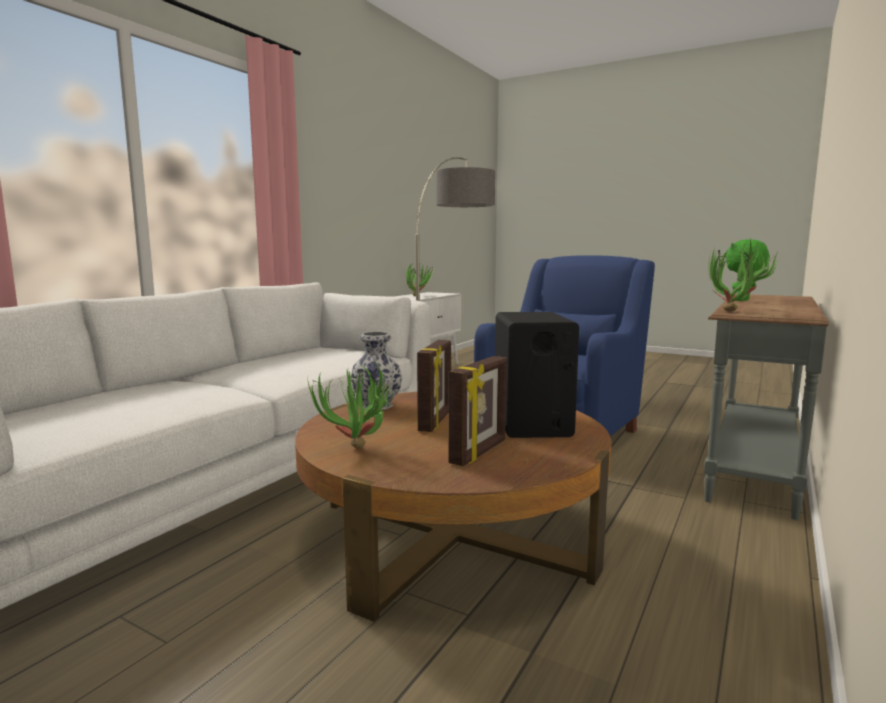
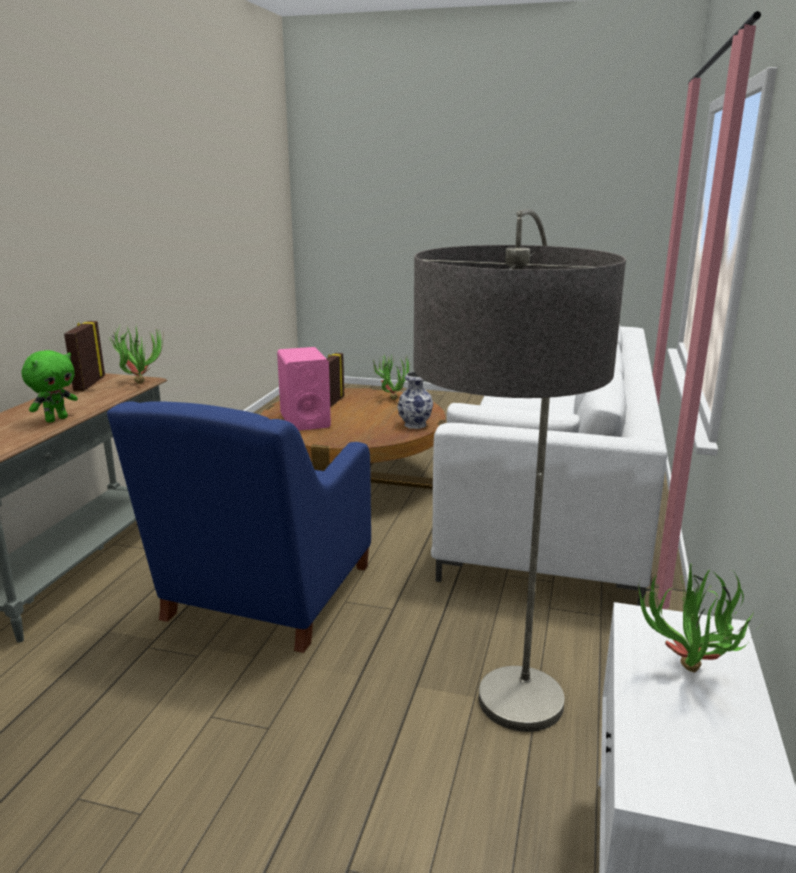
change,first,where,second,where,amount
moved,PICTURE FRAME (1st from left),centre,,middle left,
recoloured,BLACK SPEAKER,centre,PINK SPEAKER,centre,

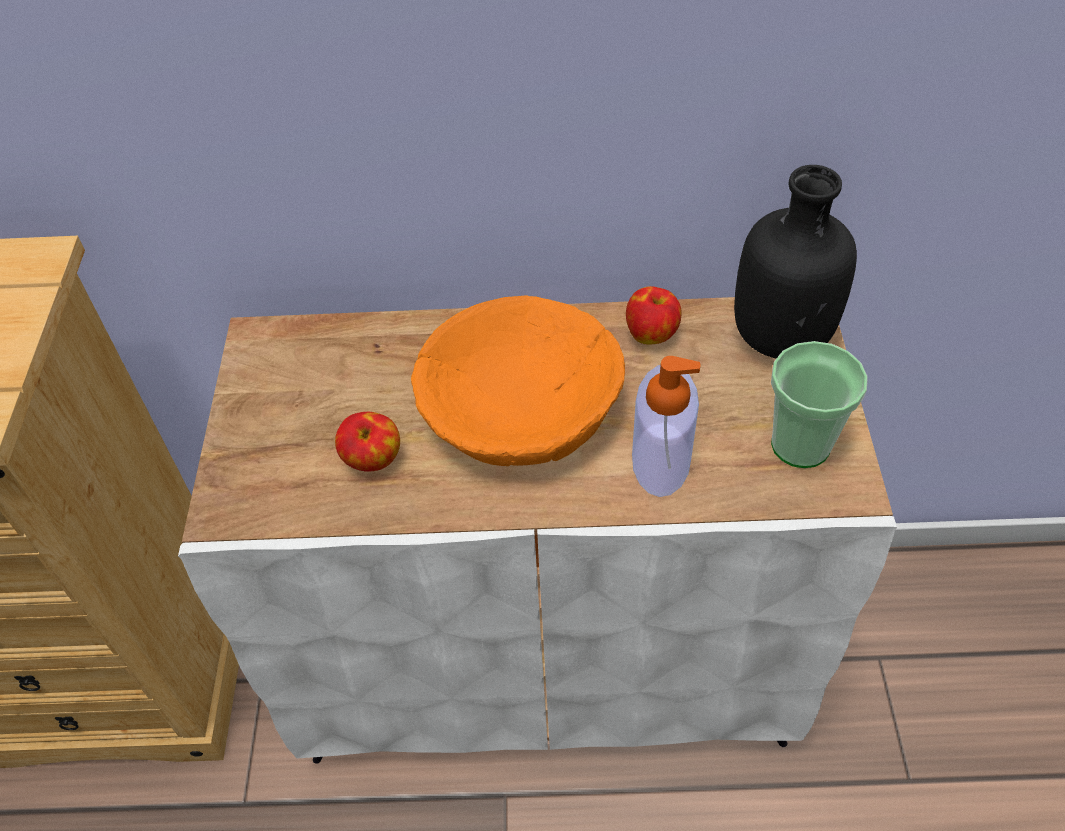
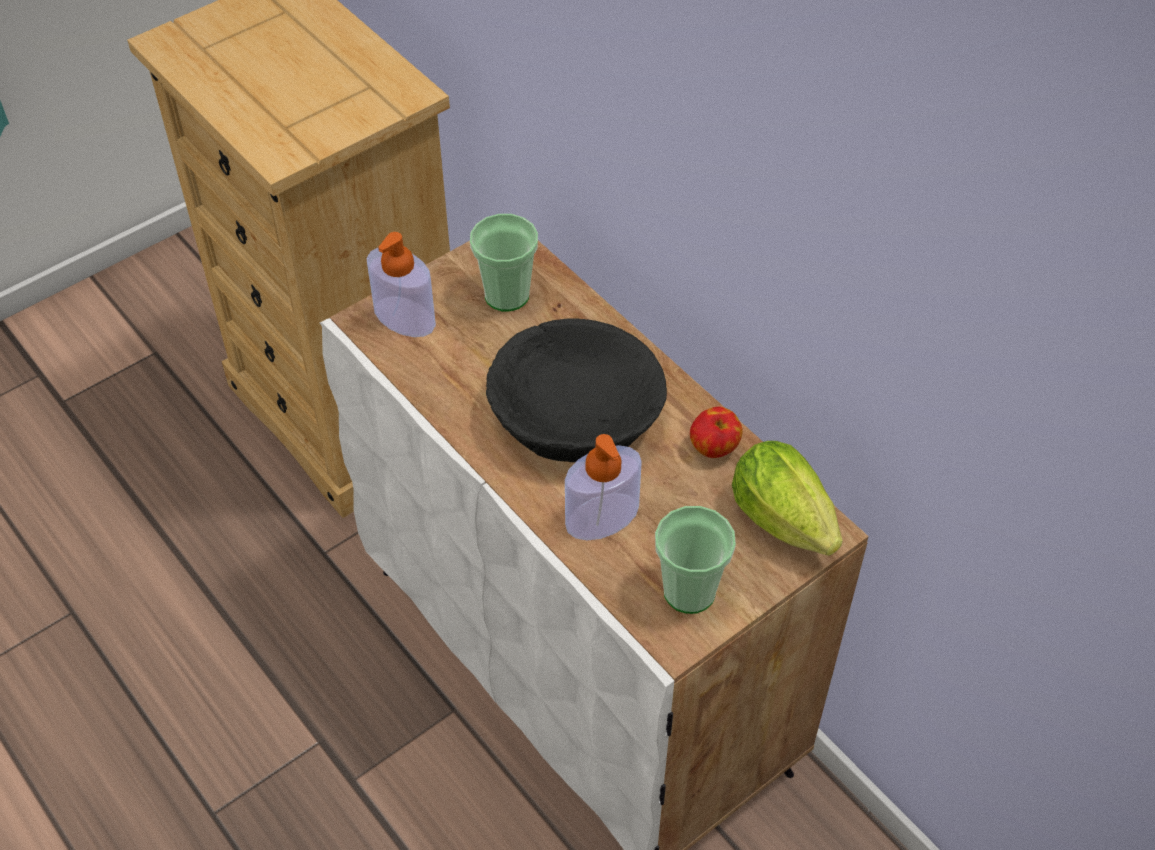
change,first,where,second,where,amount
removed,APPLE (1st from left),centre,,,
added,,,SOAP DISPENSER (1st from left),centre,
added,,,CUP (1st from left),top centre,
replaced,BLACK BOTTLE,top right,LETTUCE,middle right,
recoloured,ORANGE BOWL,centre,BLACK BOWL,centre,

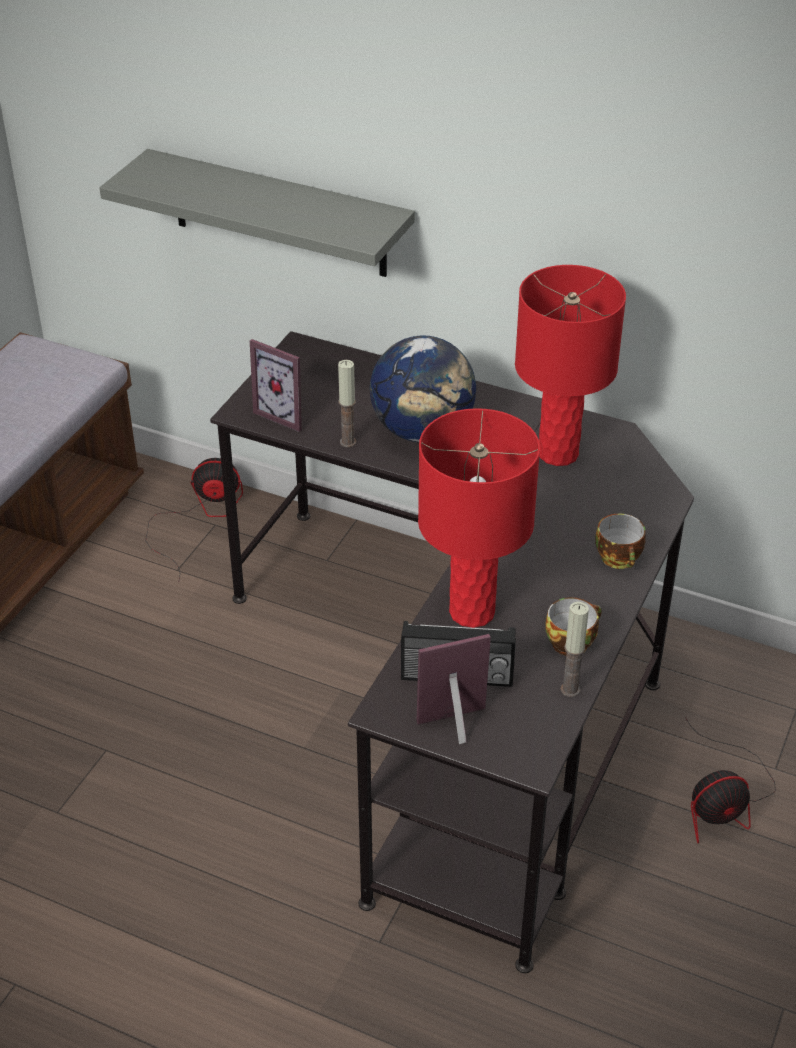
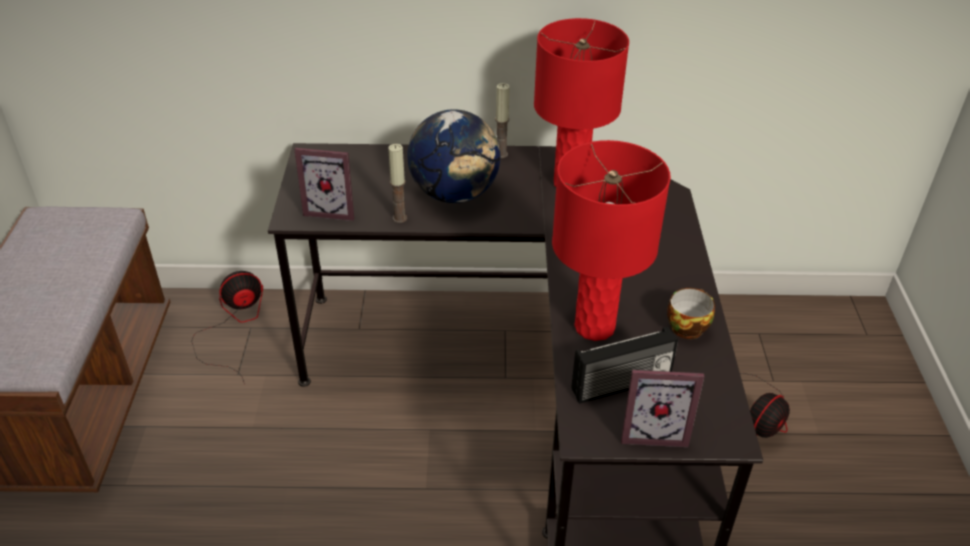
change,first,where,second,where,amount
removed,GREY SHELF,top left,,,
removed,CUP (2nd from left),middle right,,,
moved,CANDLE (2nd from left),middle right,,top centre,
turned,PICTURE FRAME (2nd from left),centre,,bottom right,135 degrees counterclockwise

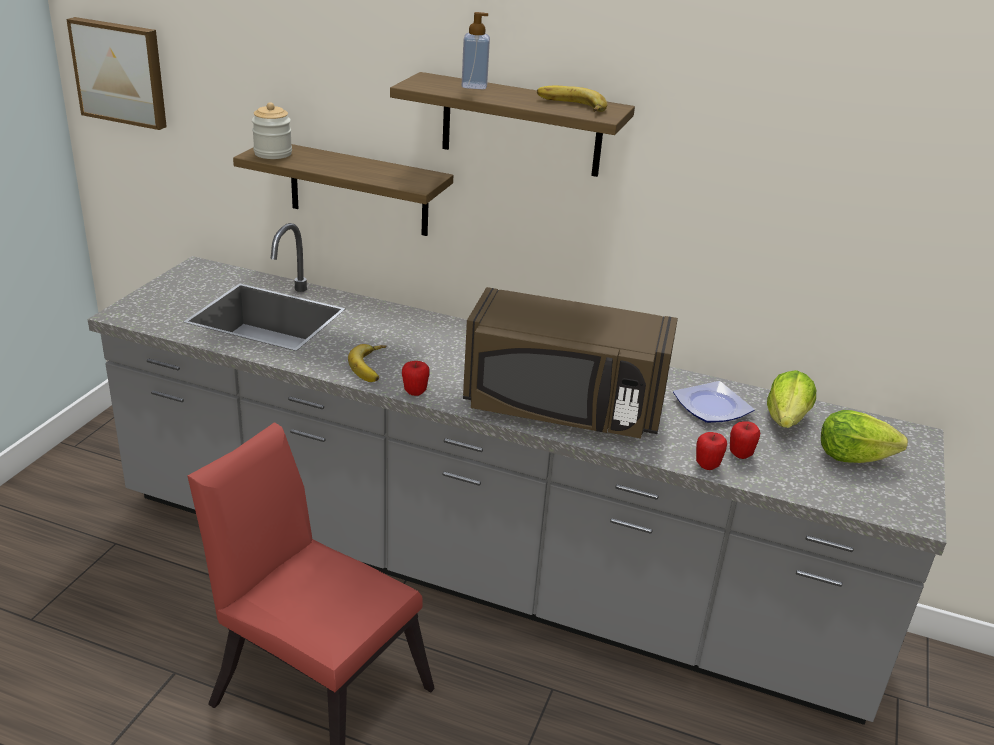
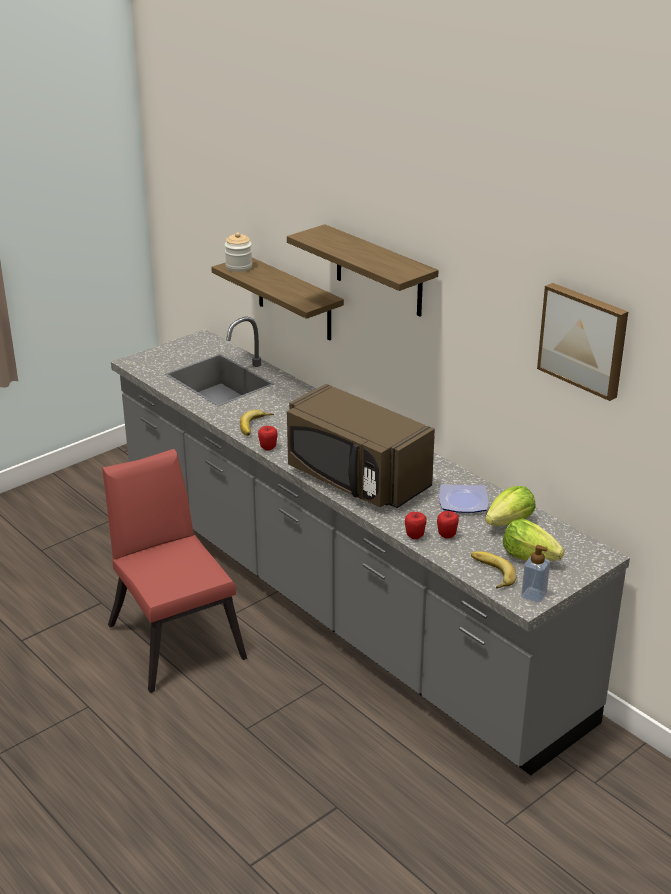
change,first,where,second,where,amount
moved,PICTURE,top left,,middle right,
moved,SOAP DISPENSER,top centre,,middle right,
moved,BANANA (2nd from left),top centre,,middle right,

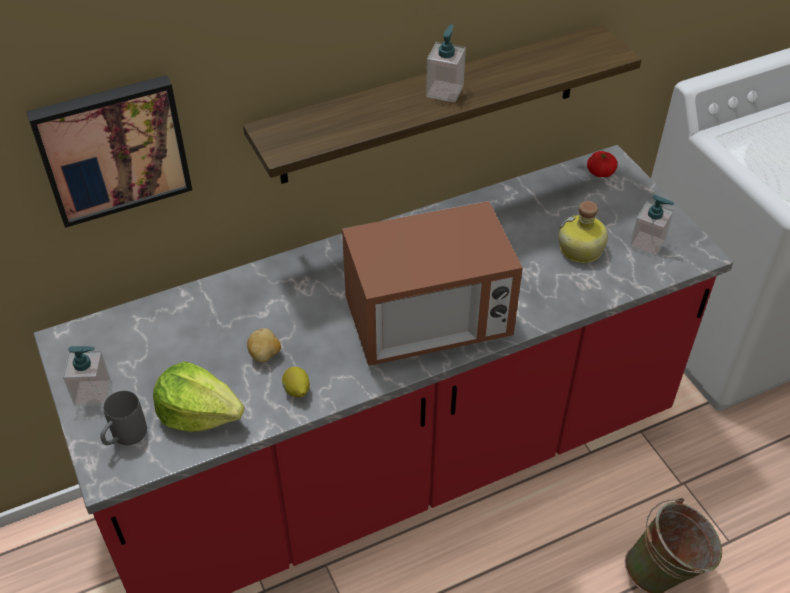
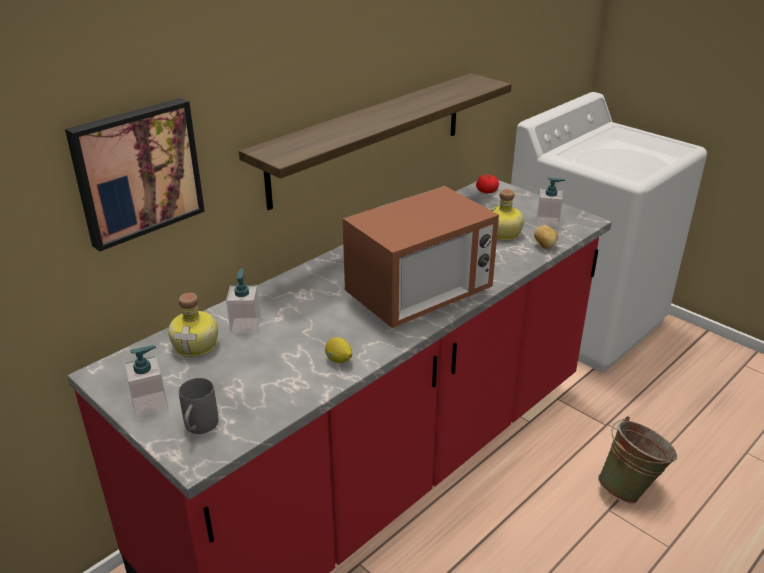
change,first,where,second,where,amount
removed,LETTUCE,bottom left,,,
added,,,BOTTLE (1st from left),middle left,
moved,POTATO,centre,,middle right,
moved,SOAP DISPENSER (2nd from left),top centre,,middle left,

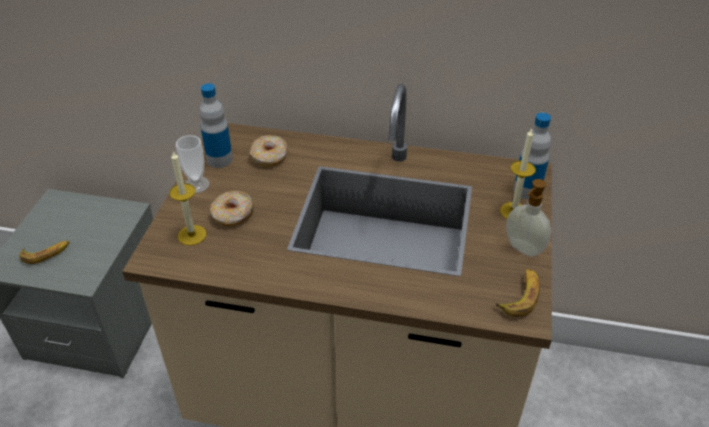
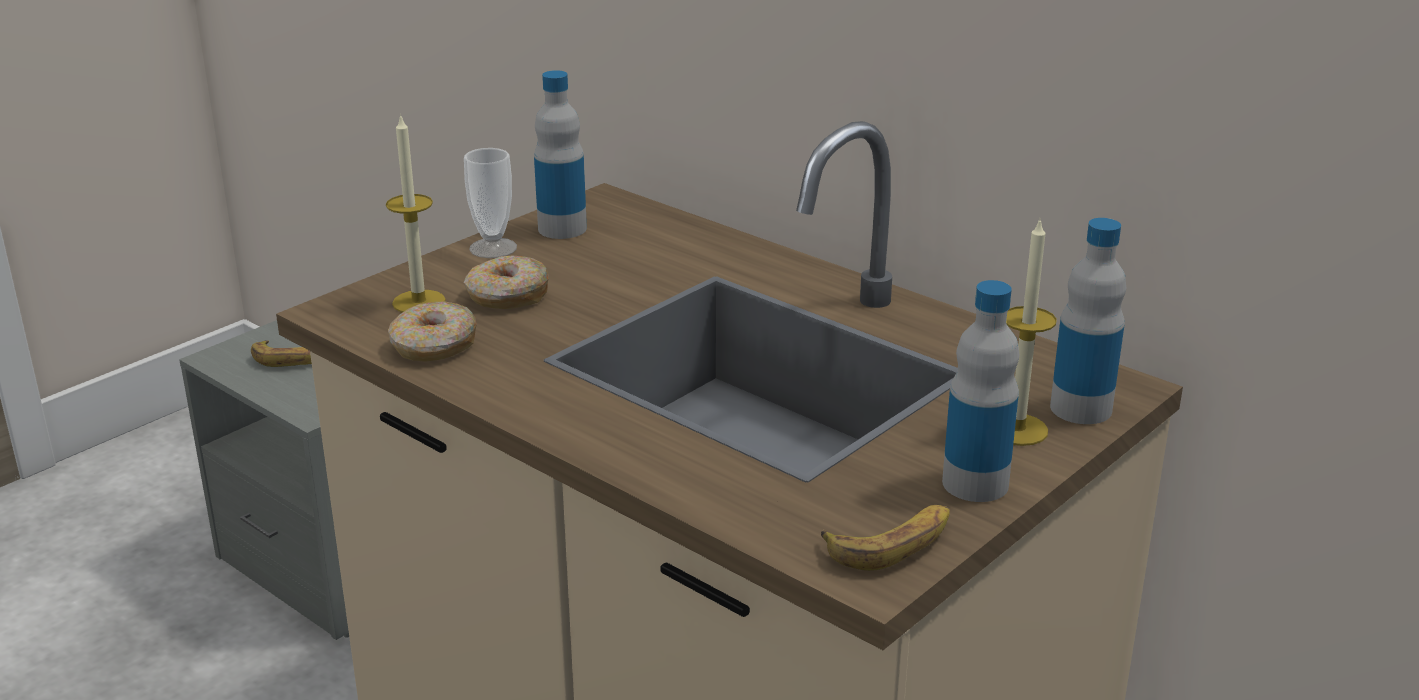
change,first,where,second,where,amount
moved,DONUT (2nd from left in the first image),centre,DONUT (1st from left),middle left,
replaced,SOAP DISPENSER,middle right,BOTTLE (2nd from left),middle right,

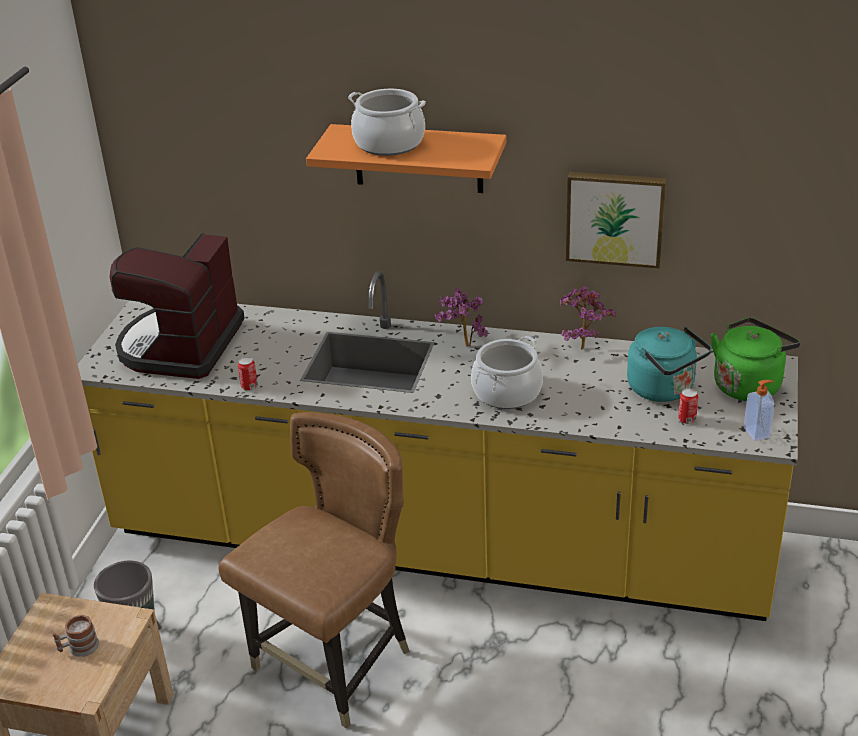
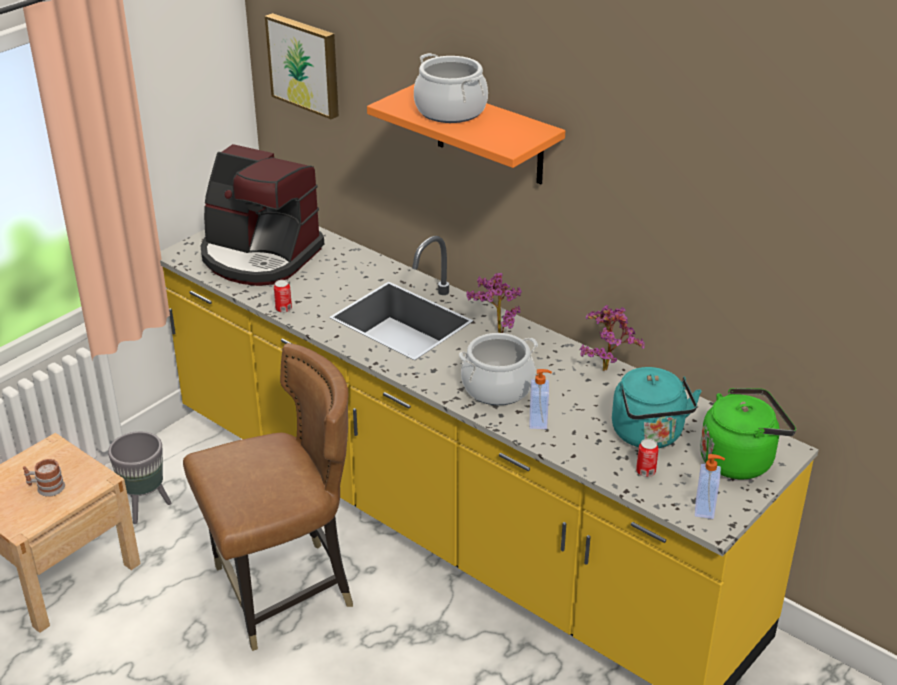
change,first,where,second,where,amount
added,,,SOAP DISPENSER (1st from left),centre,
moved,PICTURE,top right,,top centre,
turned,COFFEE MACHINE,middle left,,top left,105 degrees counterclockwise

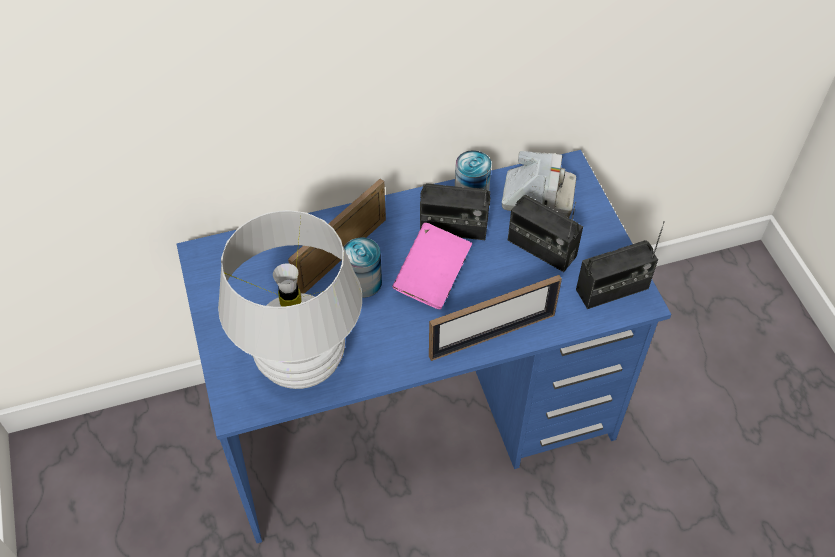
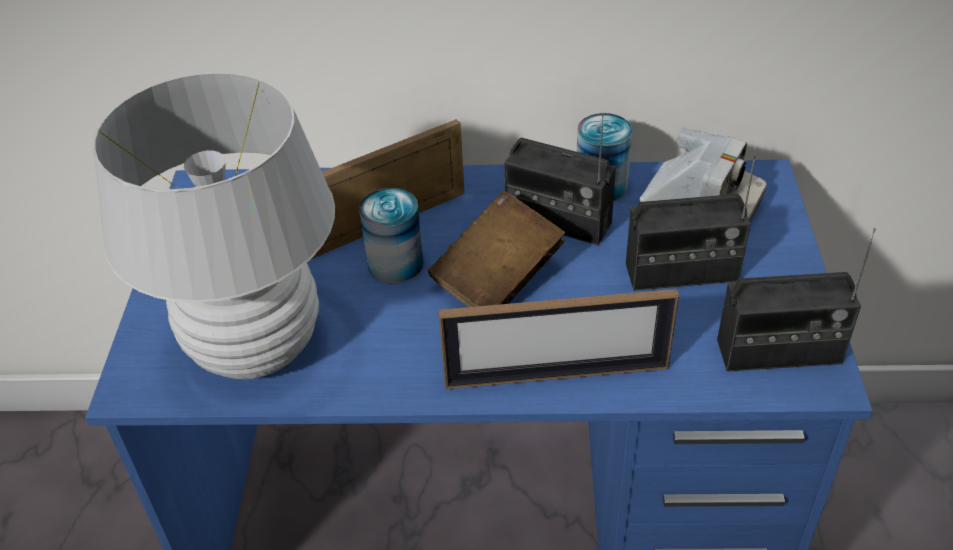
change,first,where,second,where,amount
recoloured,PINK BOOK,centre,BROWN BOOK,centre,
turned,RADIO (2nd from left),centre,,middle right,60 degrees counterclockwise

